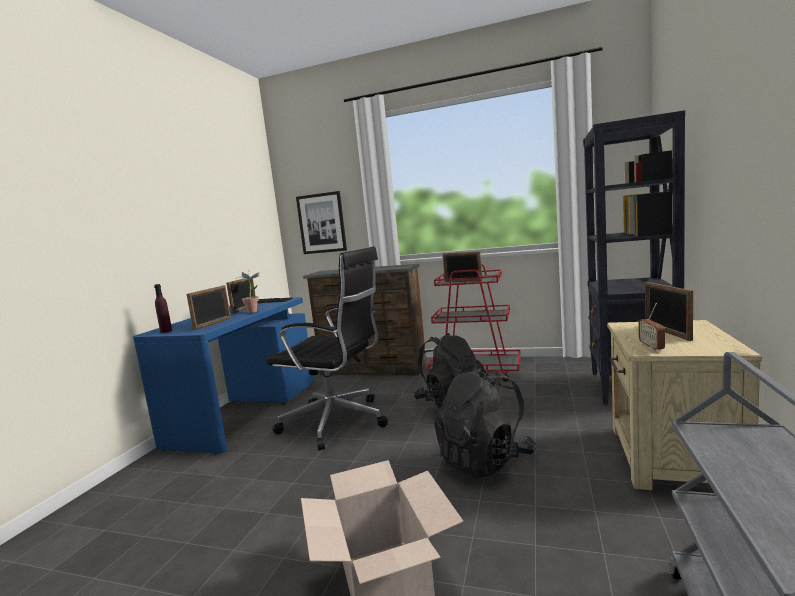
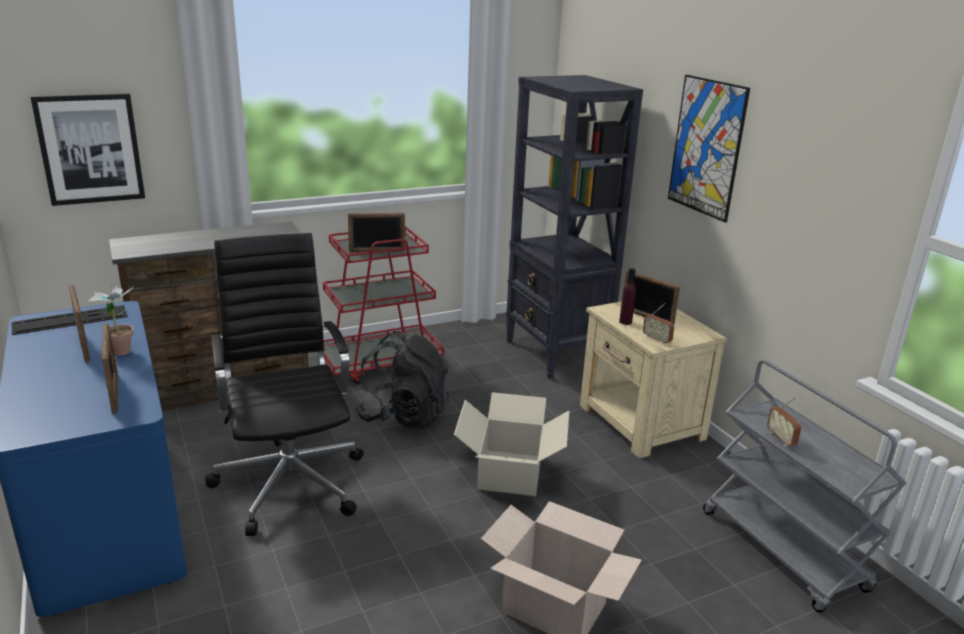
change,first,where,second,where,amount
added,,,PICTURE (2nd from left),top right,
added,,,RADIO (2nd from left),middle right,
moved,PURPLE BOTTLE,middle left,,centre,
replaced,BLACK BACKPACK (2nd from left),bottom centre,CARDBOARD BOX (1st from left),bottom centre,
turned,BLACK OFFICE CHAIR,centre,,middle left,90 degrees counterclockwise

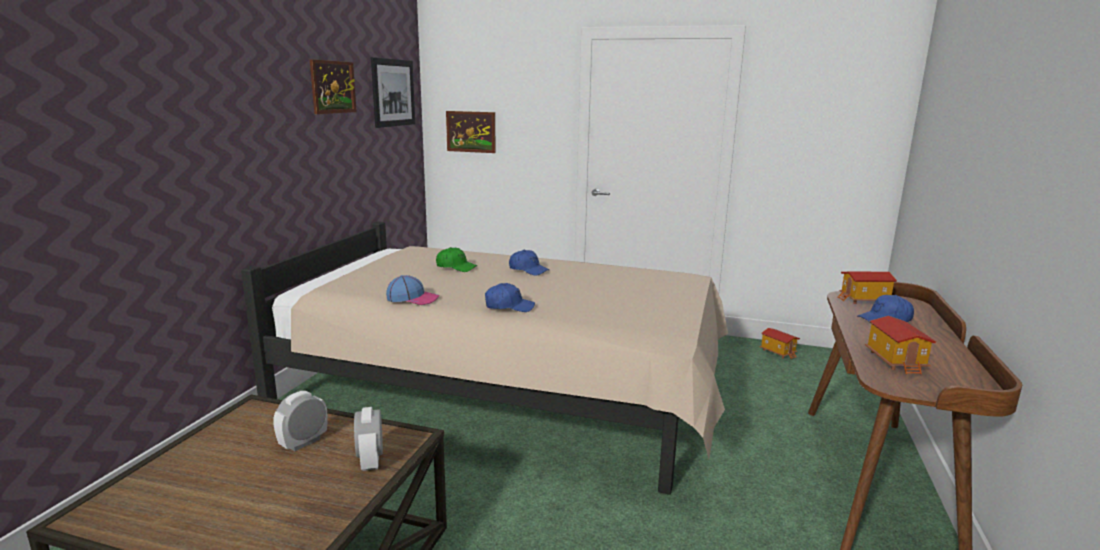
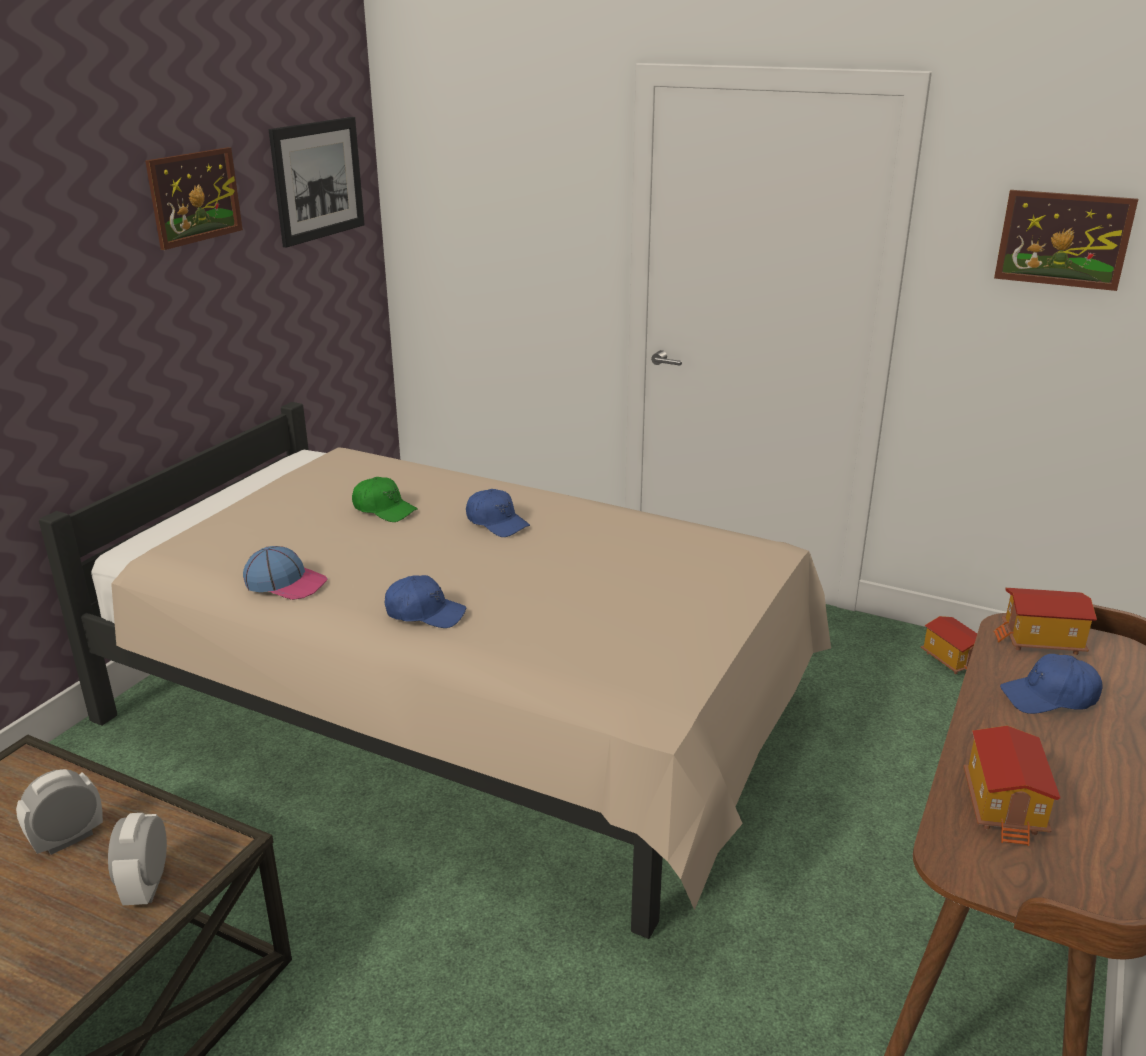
change,first,where,second,where,amount
moved,PICTURE (3rd from left),top centre,,top right,

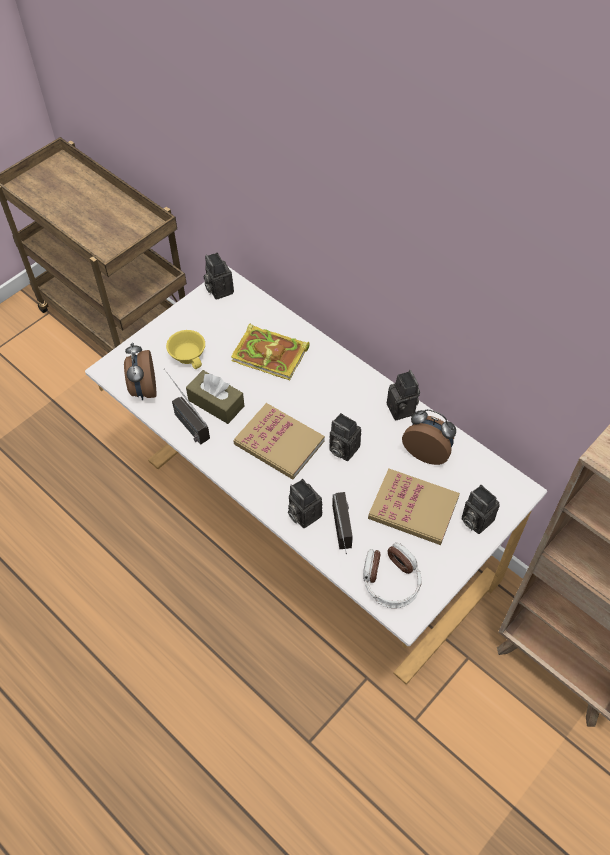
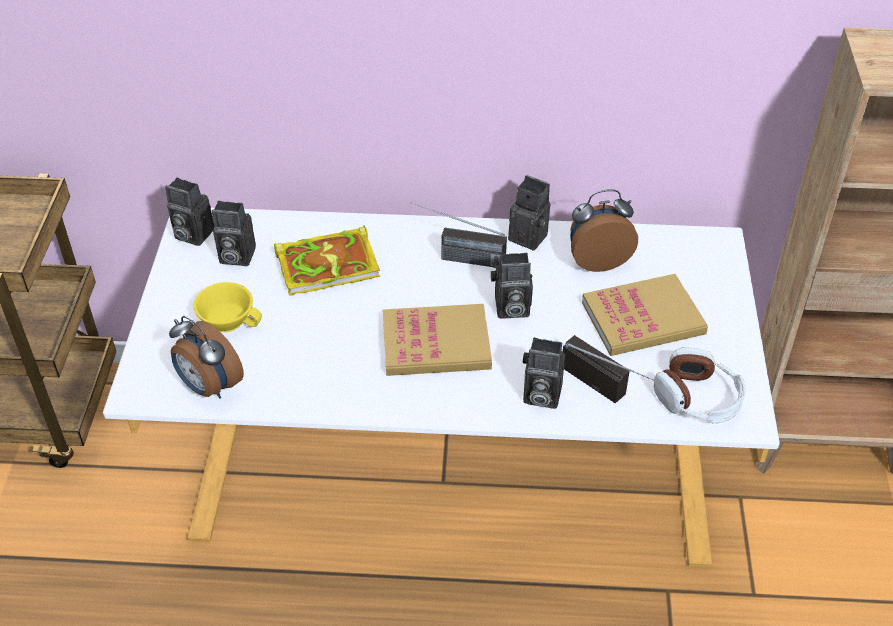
change,first,where,second,where,amount
removed,BROWN TISSUE BOX,centre,,,
moved,RADIO (1st from left),middle left,,centre,
moved,PHOTO CAMERA (5th from left in the first image),middle right,PHOTO CAMERA (2nd from left),middle left,

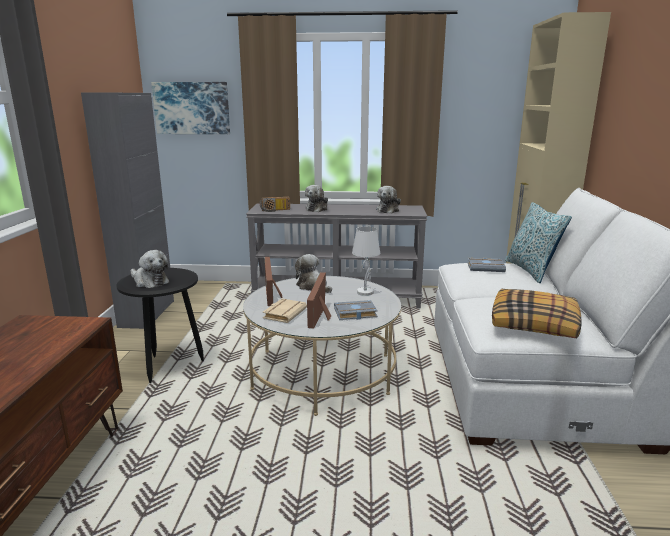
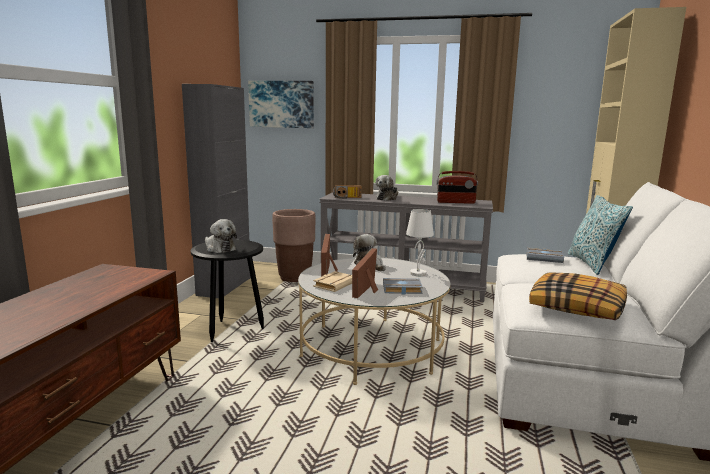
change,first,where,second,where,amount
added,,,BROWN PLANTER,centre,
replaced,PLUSH TOY (4th from left),centre,RADIO (2nd from left),centre,

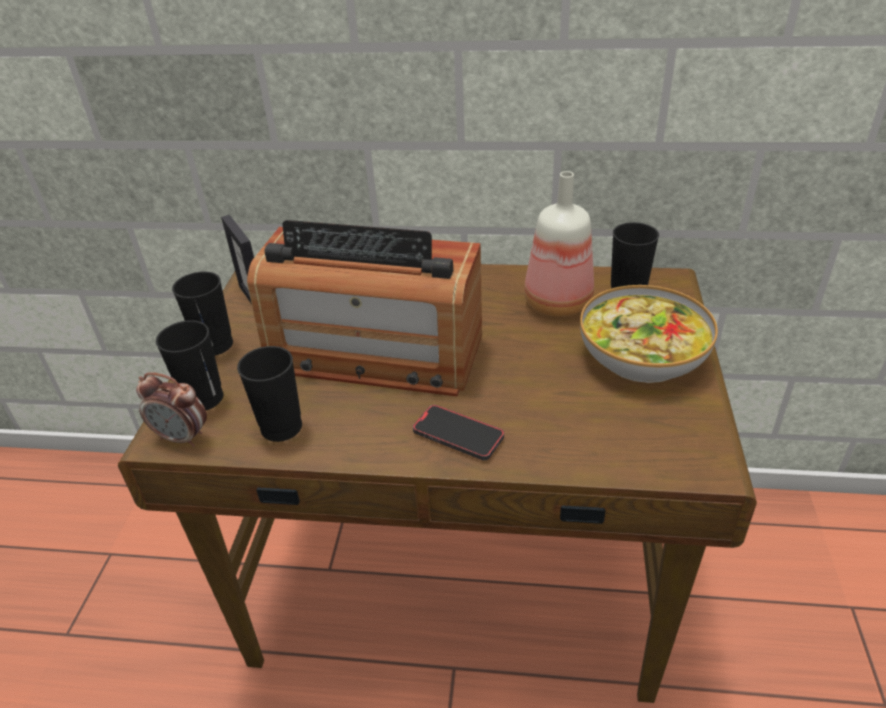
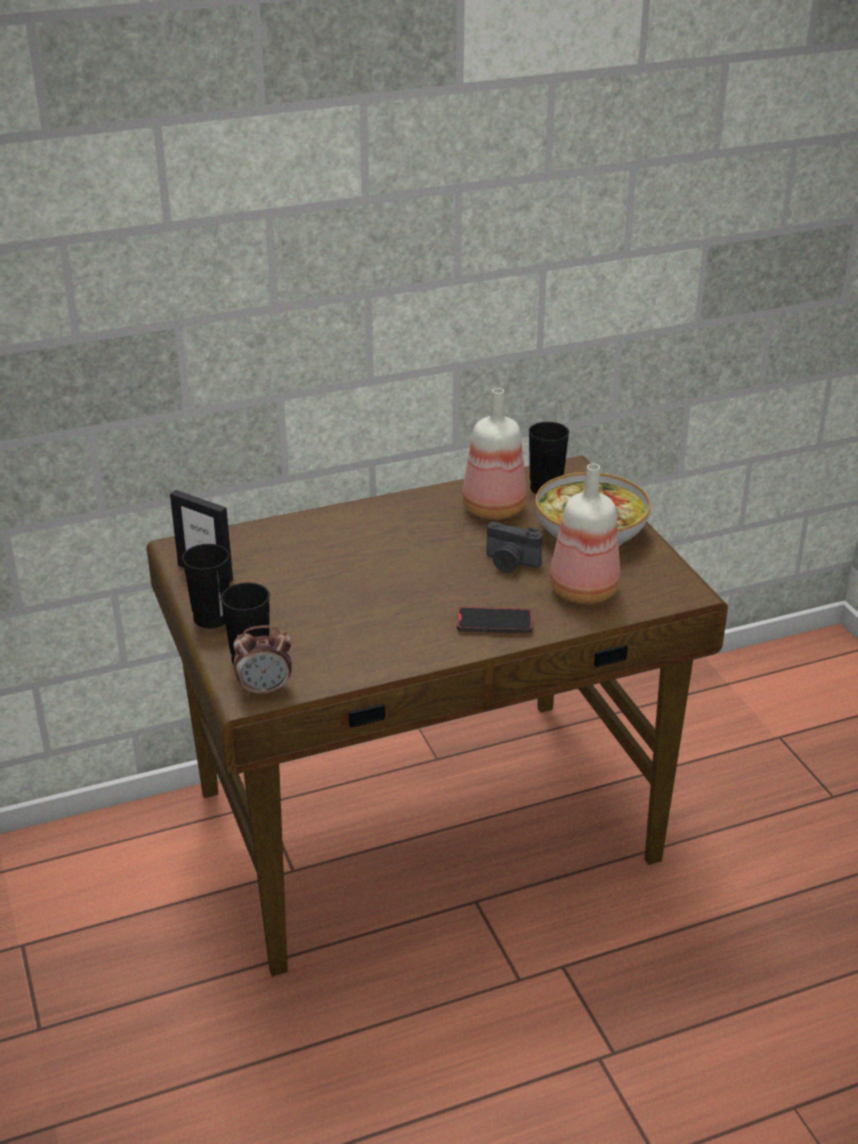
change,first,where,second,where,amount
removed,BLACK CUP (3rd from left),middle left,,,
removed,RADIO,centre,,,
added,,,PHOTO CAMERA,centre,
added,,,BOTTLE (2nd from left),middle right,

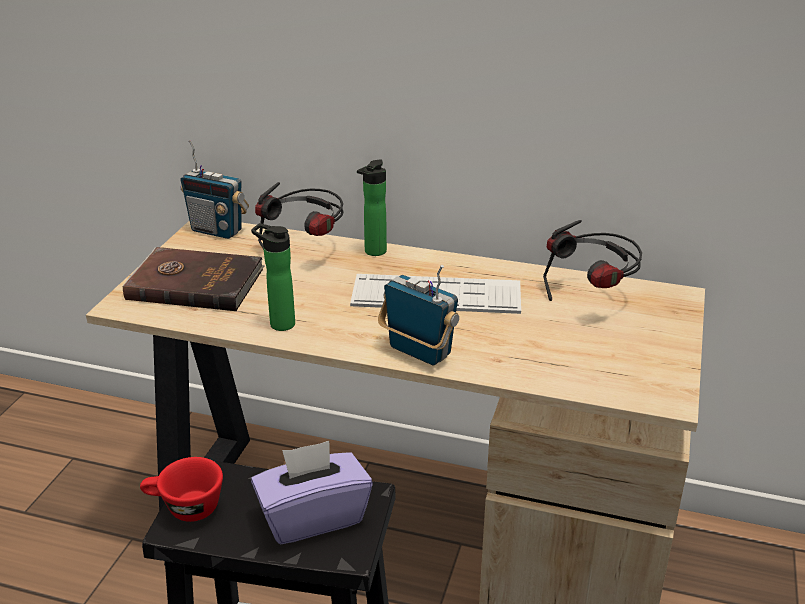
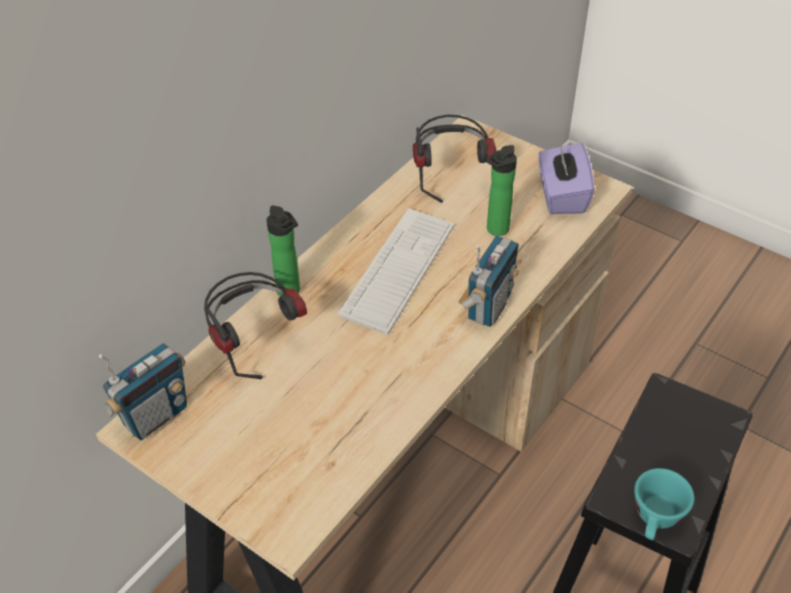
change,first,where,second,where,amount
removed,BROWN BOOK,middle left,,,
moved,BOTTLE (1st from left in the first image),centre,BOTTLE (2nd from left),top centre,
moved,PURPLE TISSUE BOX,bottom centre,,top right,
recoloured,RED CUP,bottom left,TURQUOISE CUP,bottom right,
turned,RADIO (2nd from left),centre,,centre,150 degrees clockwise

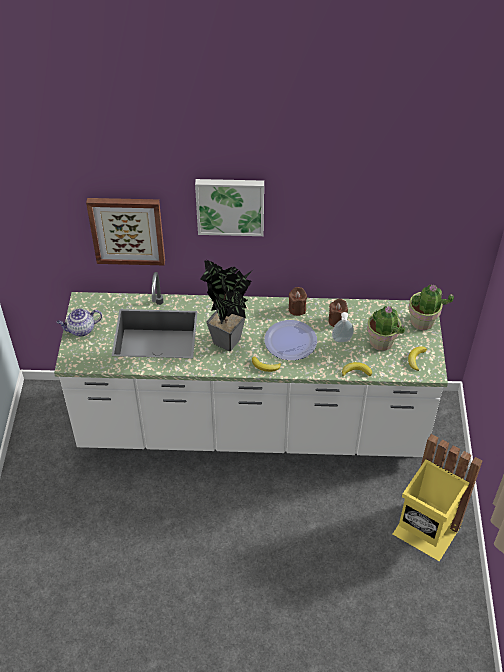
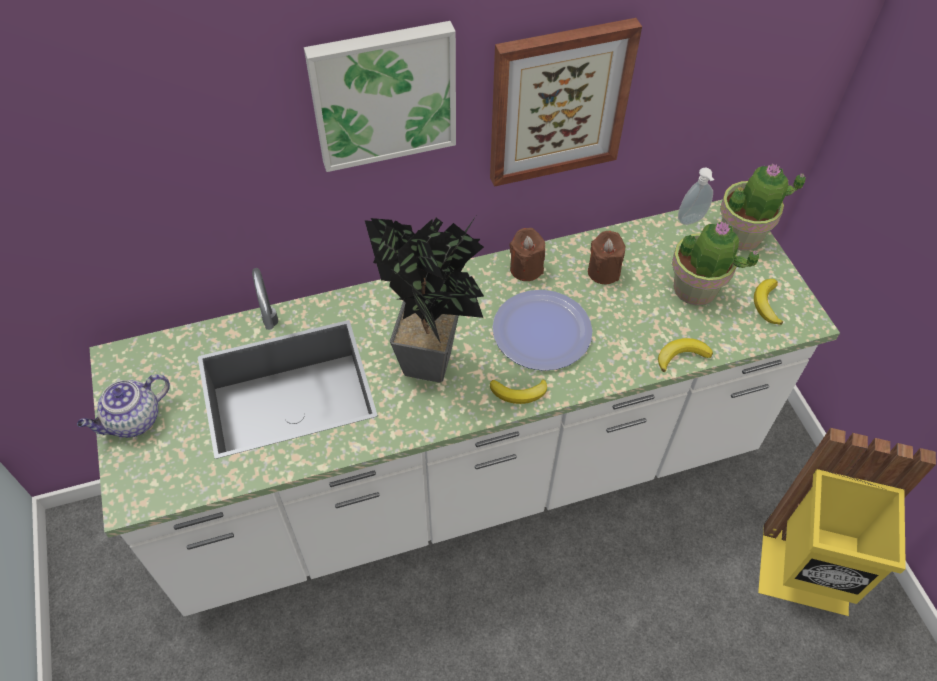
change,first,where,second,where,amount
moved,PICTURE (1st from left in the first image),middle left,PICTURE (2nd from left),top centre,
moved,SOAP DISPENSER,middle right,,top right,

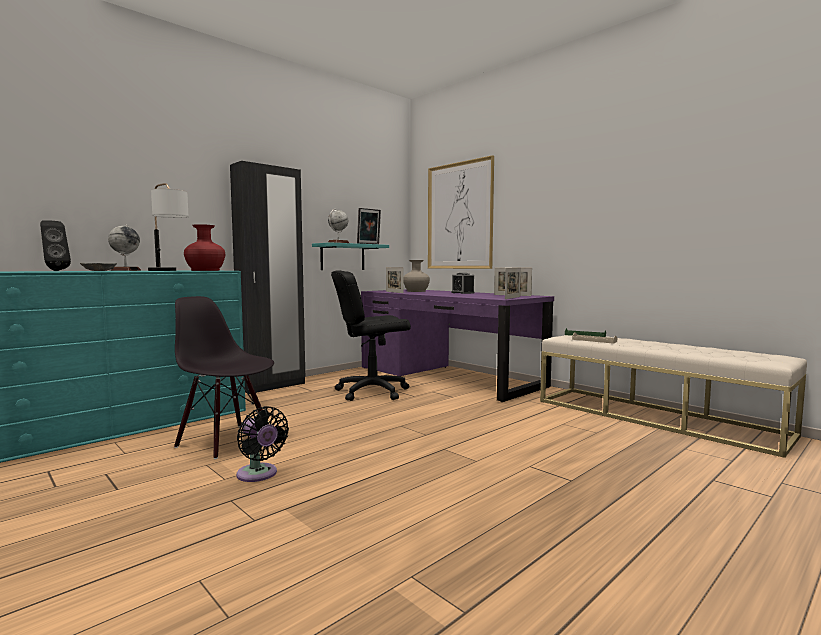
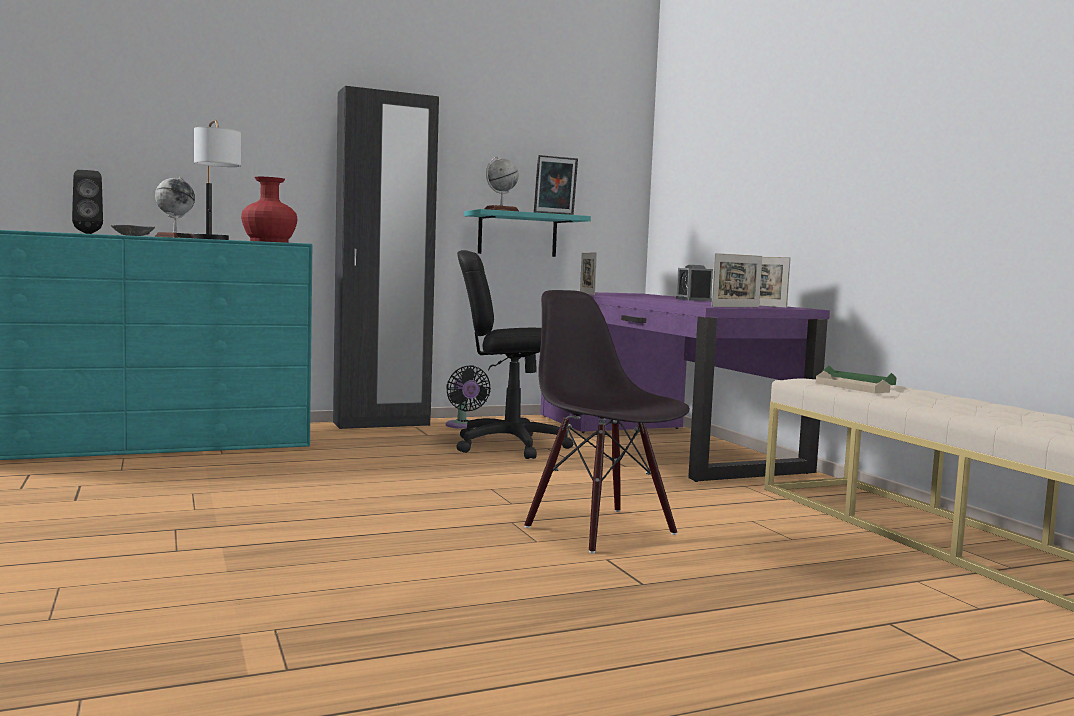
change,first,where,second,where,amount
removed,BEIGE VASE,centre,,,
removed,PICTURE,centre,,,
moved,BLACK CHAIR,middle left,,centre,
moved,BLACK FAN,bottom left,,centre,

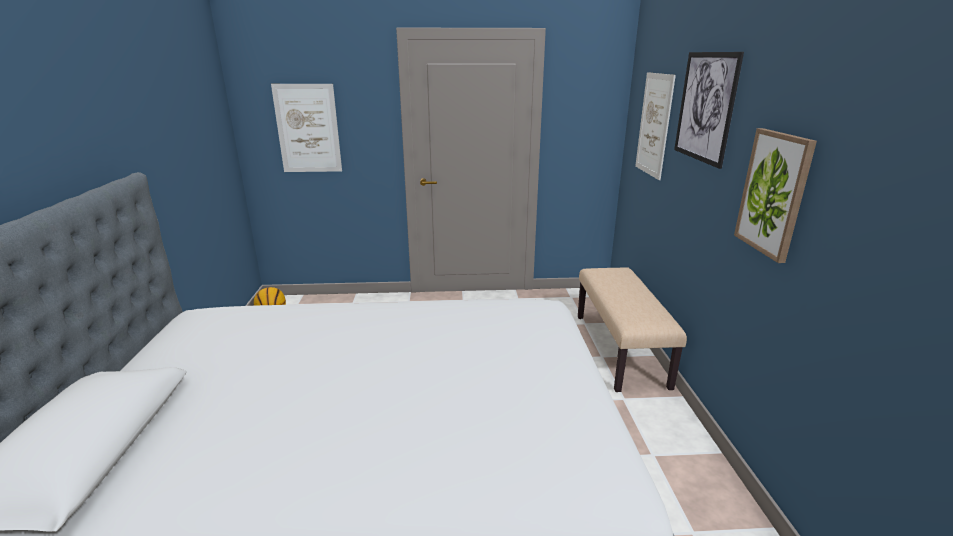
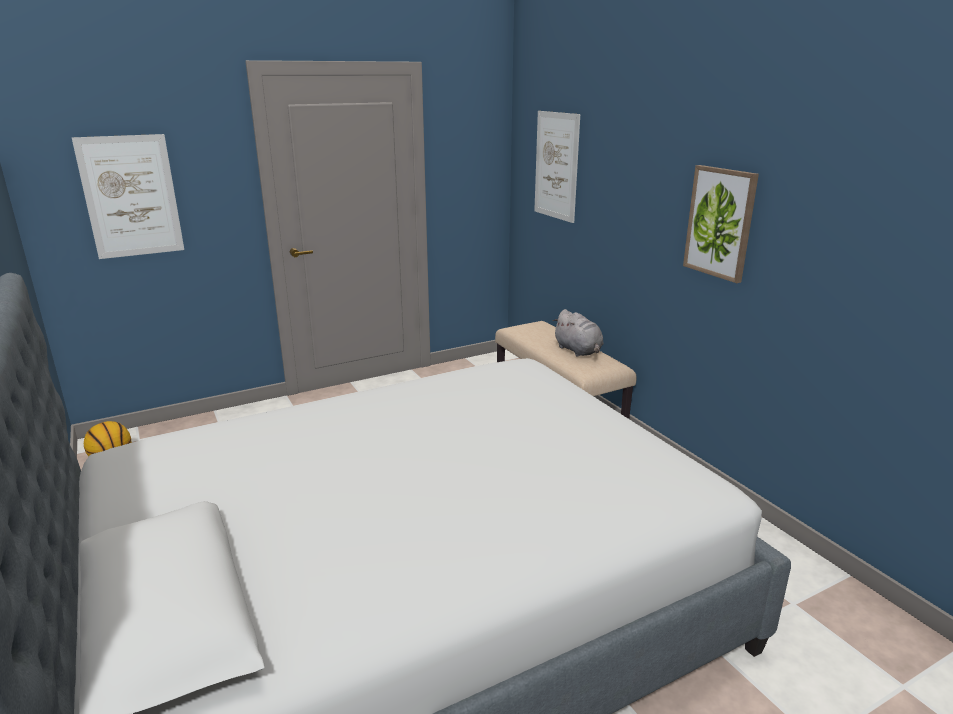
change,first,where,second,where,amount
removed,PICTURE (3rd from left),top right,,,
added,,,GREY PLUSH TOY,centre,

